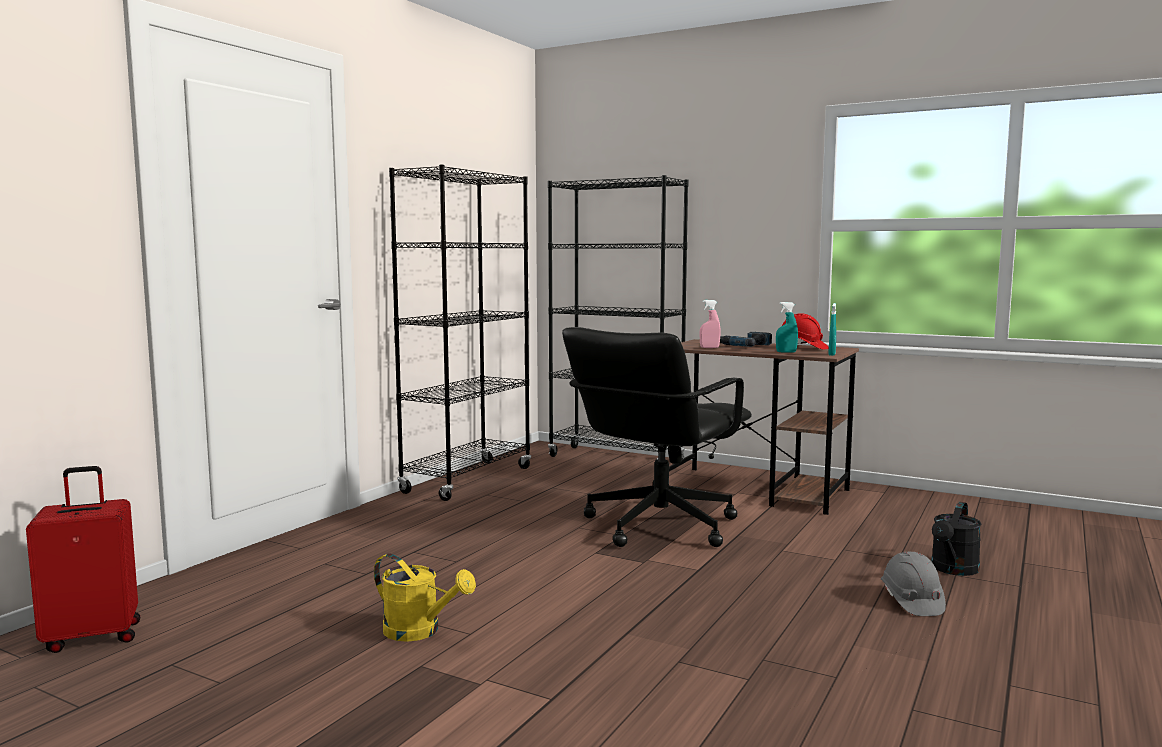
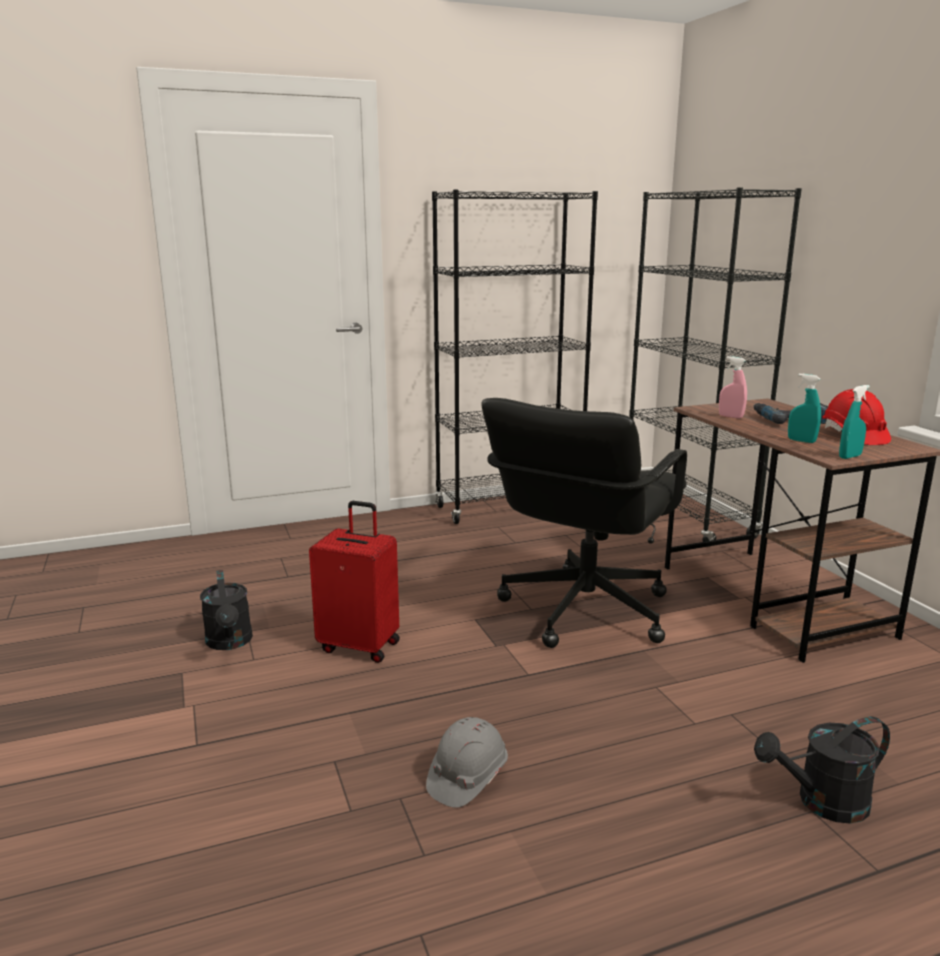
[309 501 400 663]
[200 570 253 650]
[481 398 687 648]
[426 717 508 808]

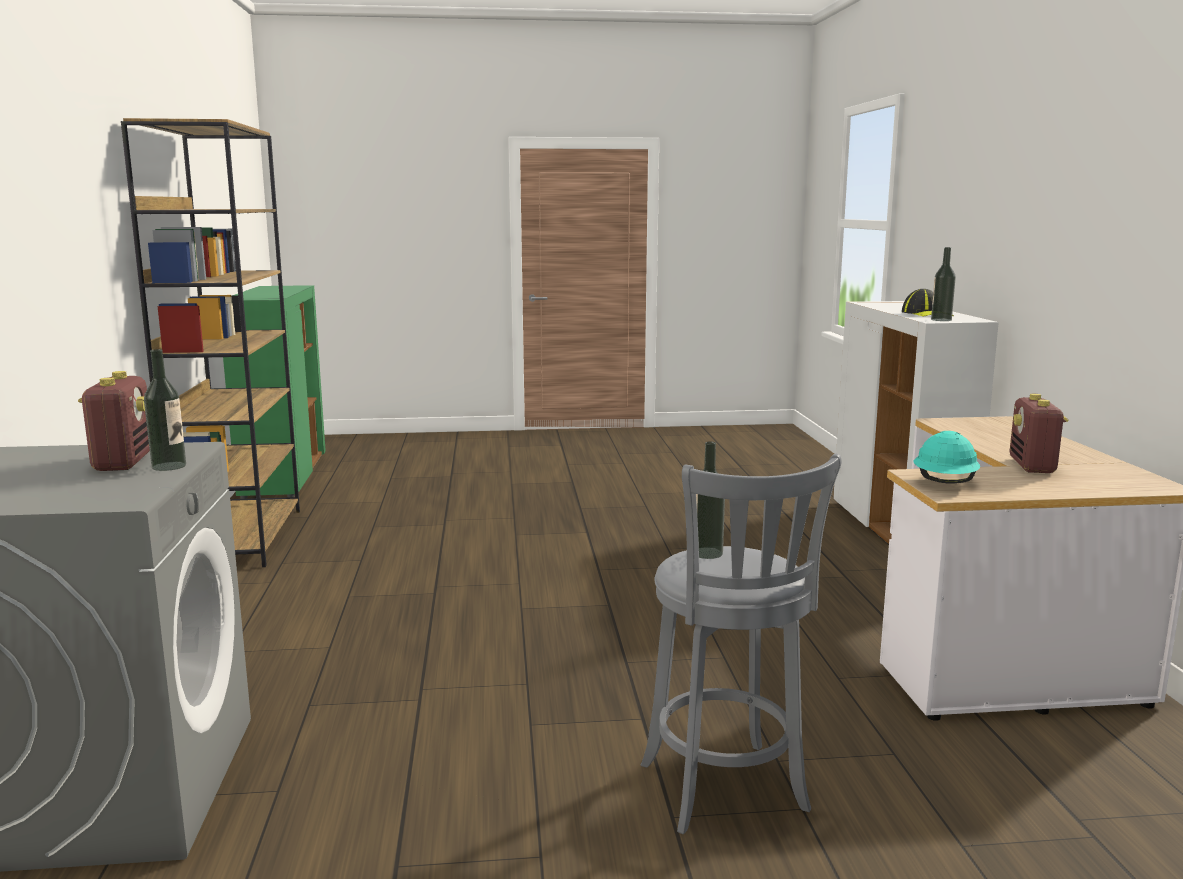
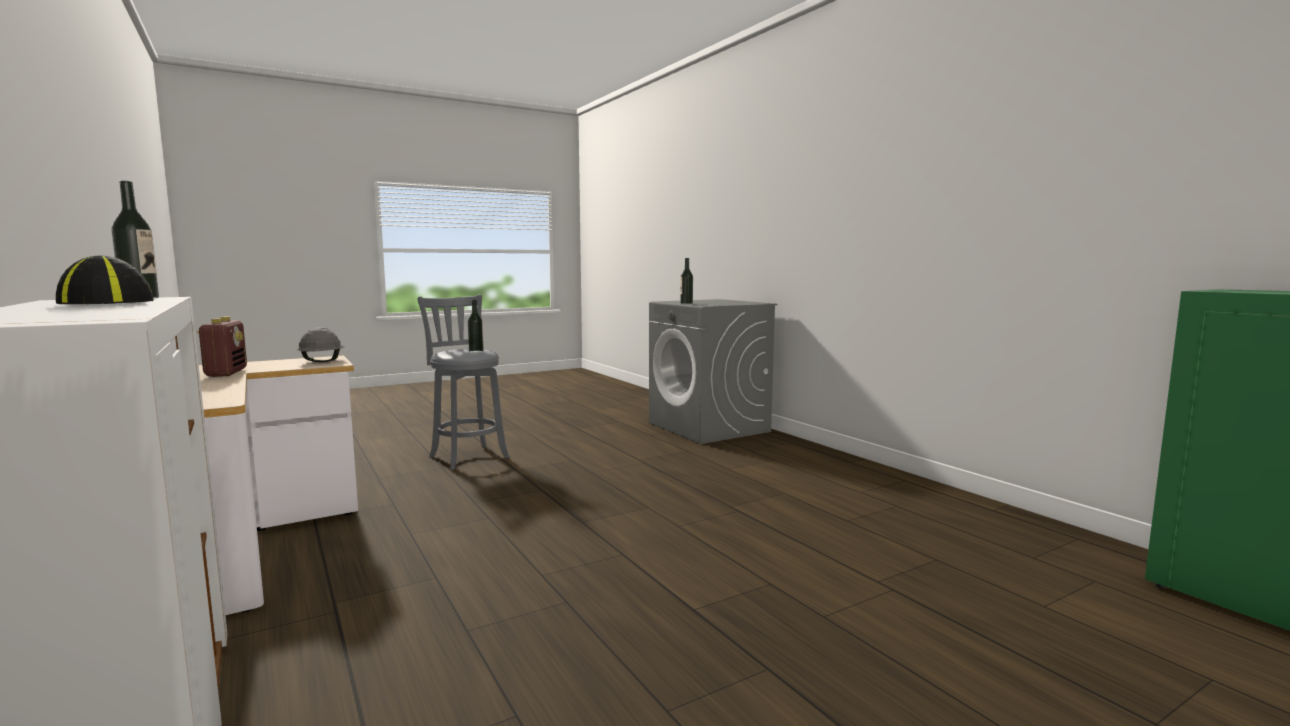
[78 371 150 471] (first image)
[121 118 300 567] (first image)
[297 327 346 362]

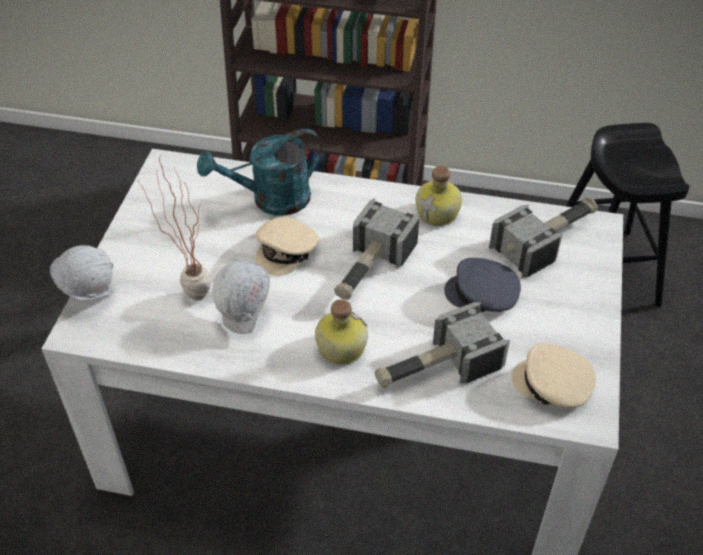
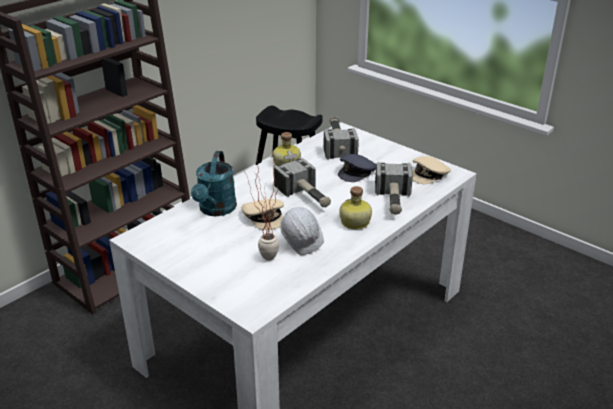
[50 245 114 300] (first image)

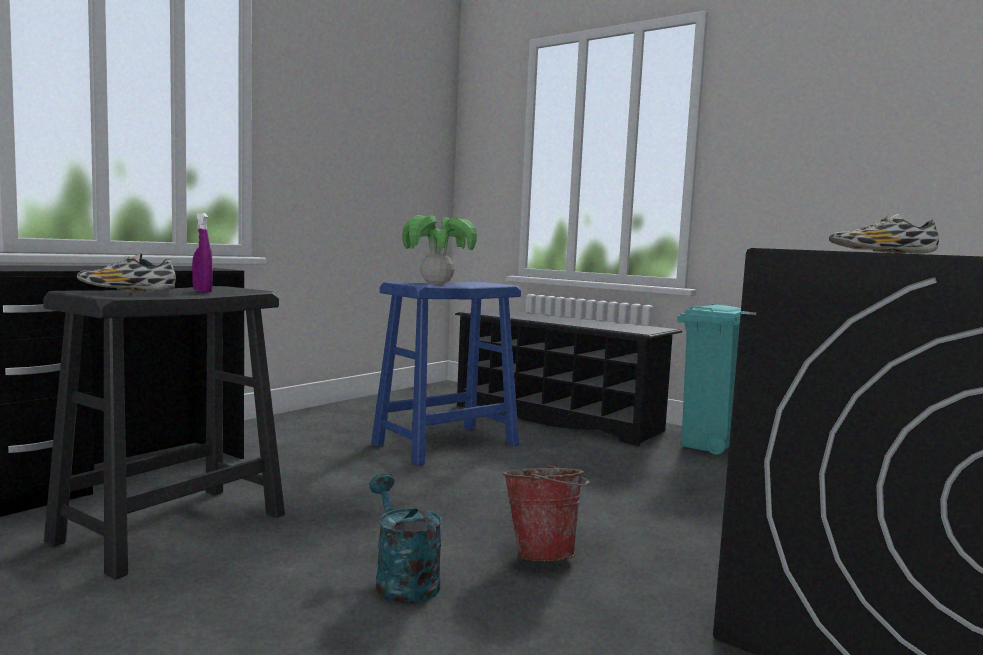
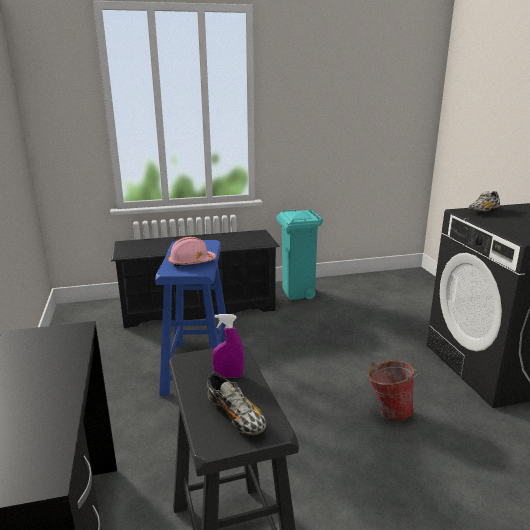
[207 372 266 435]
[369 473 442 603] (first image)
[168 237 216 266]

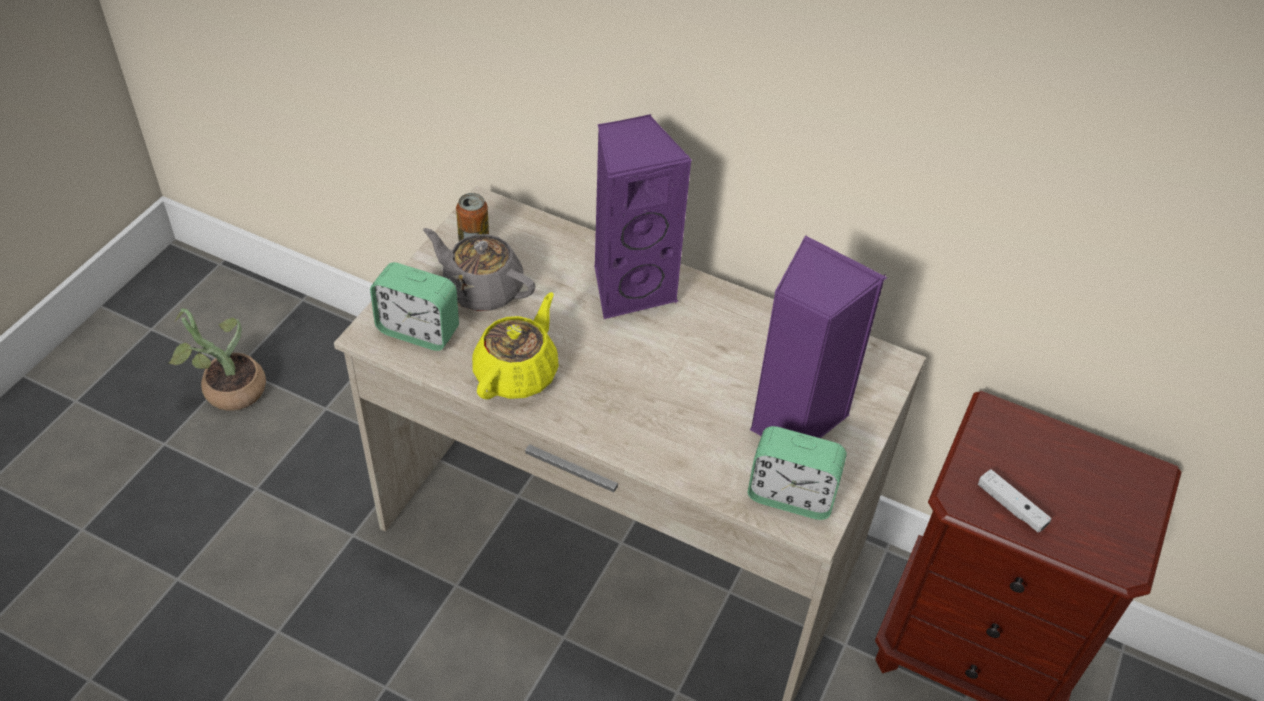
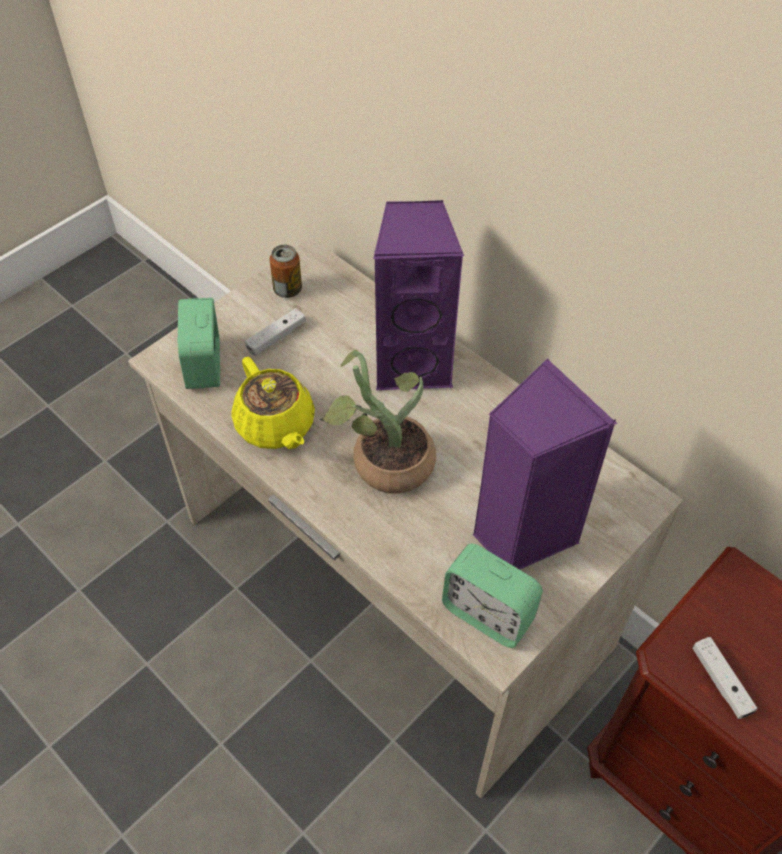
[320 350 436 494]
[178 298 220 389]
[245 308 306 356]
[231 357 315 449]

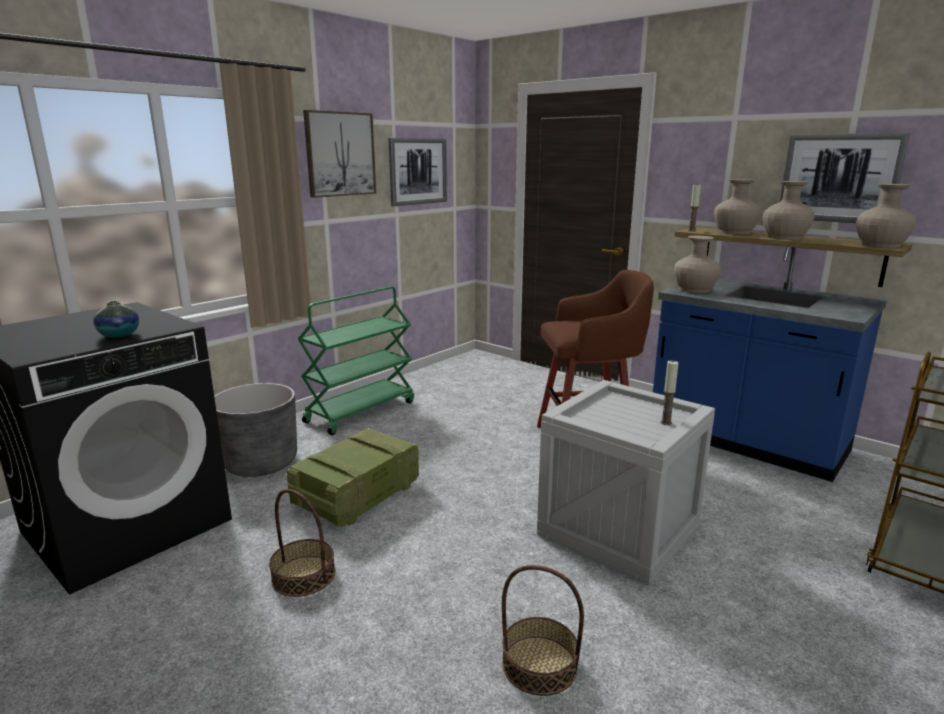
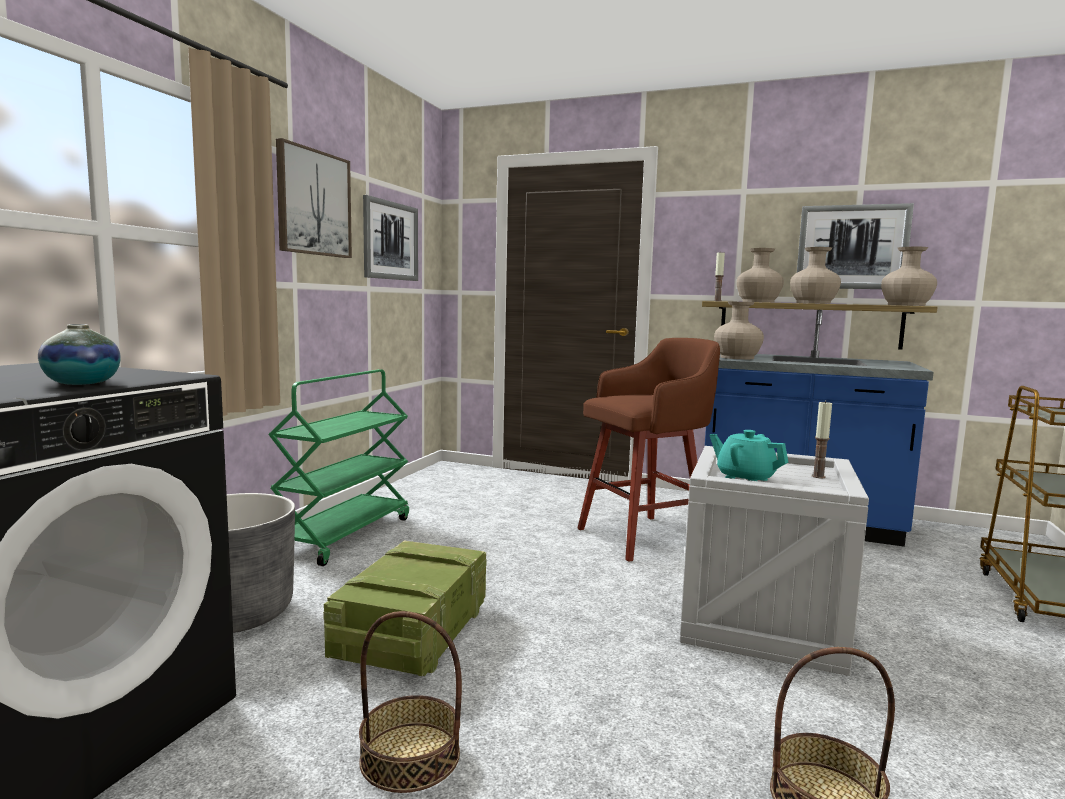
[710 430 788 481]

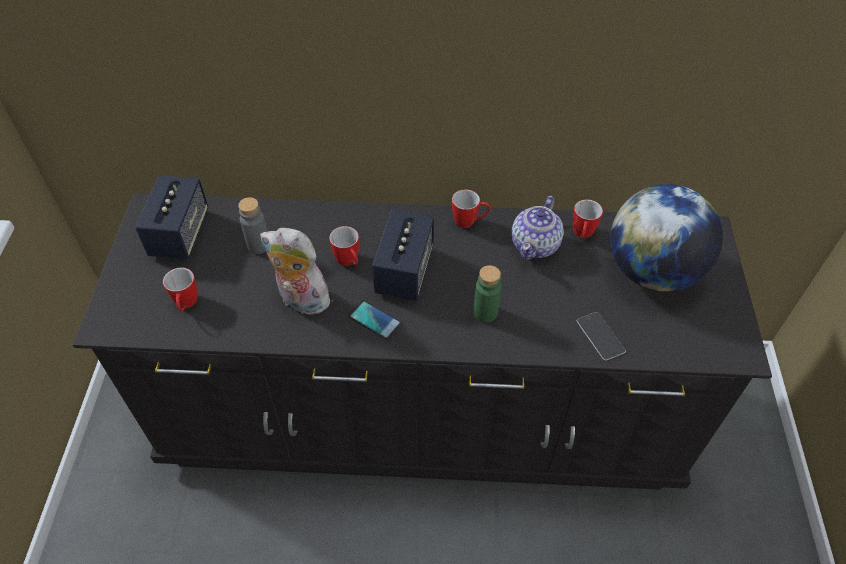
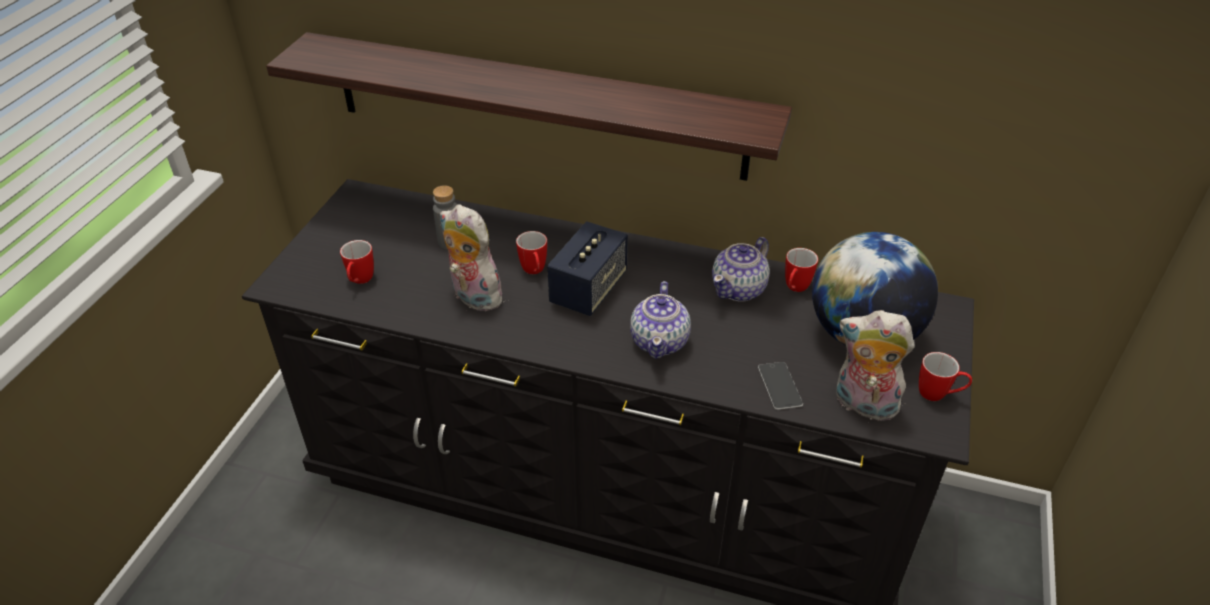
[135 175 208 259] (first image)
[348 300 403 341] (first image)
[919 352 972 401]
[630 281 691 359]
[266 32 792 181]
[836 310 915 421]

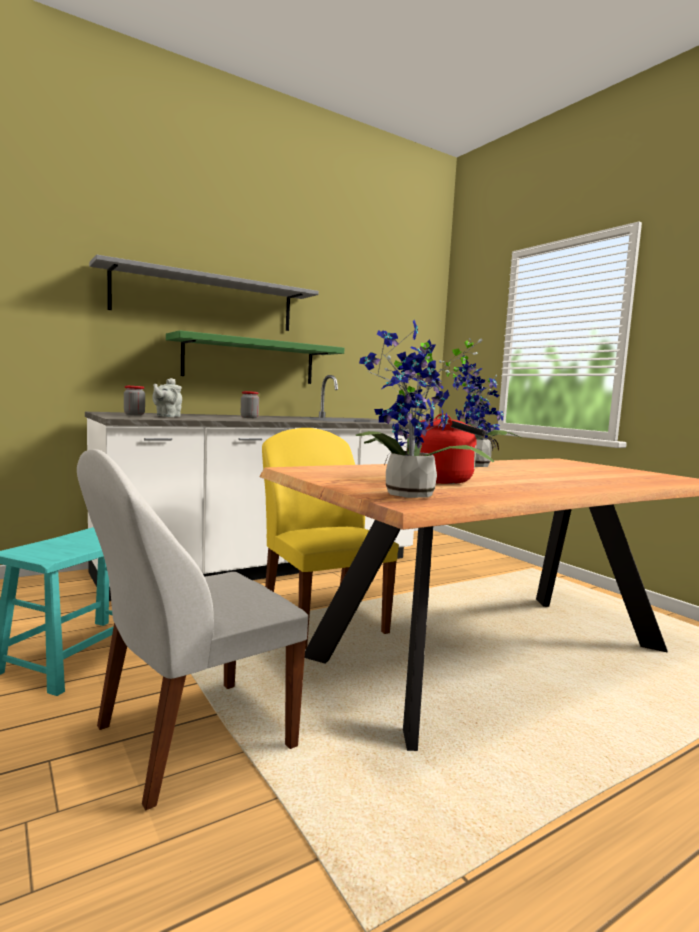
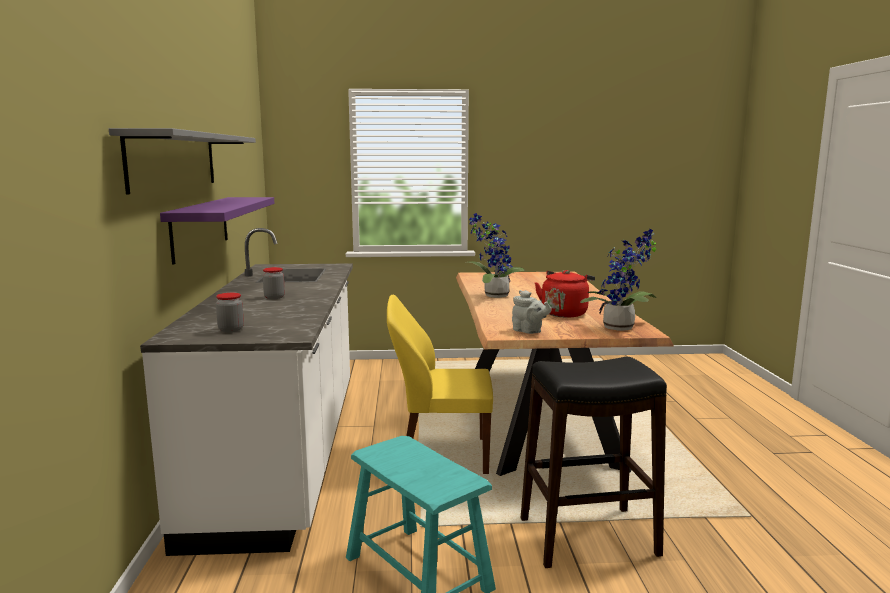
[521 357 667 568]
[512 290 552 334]
[160 197 274 265]

